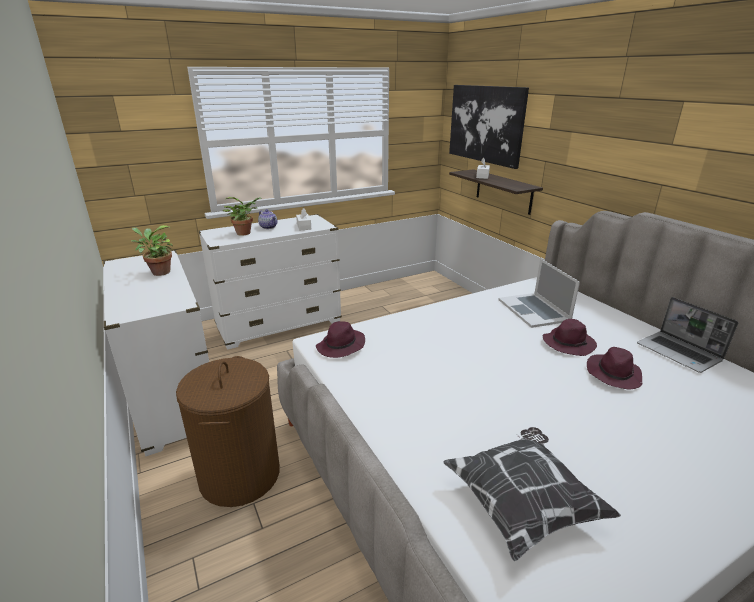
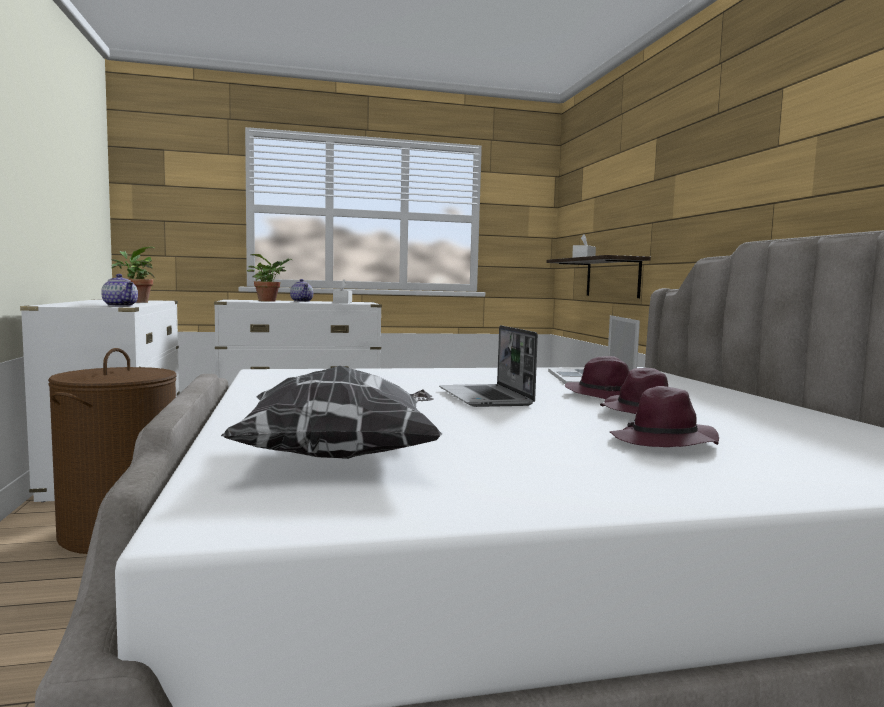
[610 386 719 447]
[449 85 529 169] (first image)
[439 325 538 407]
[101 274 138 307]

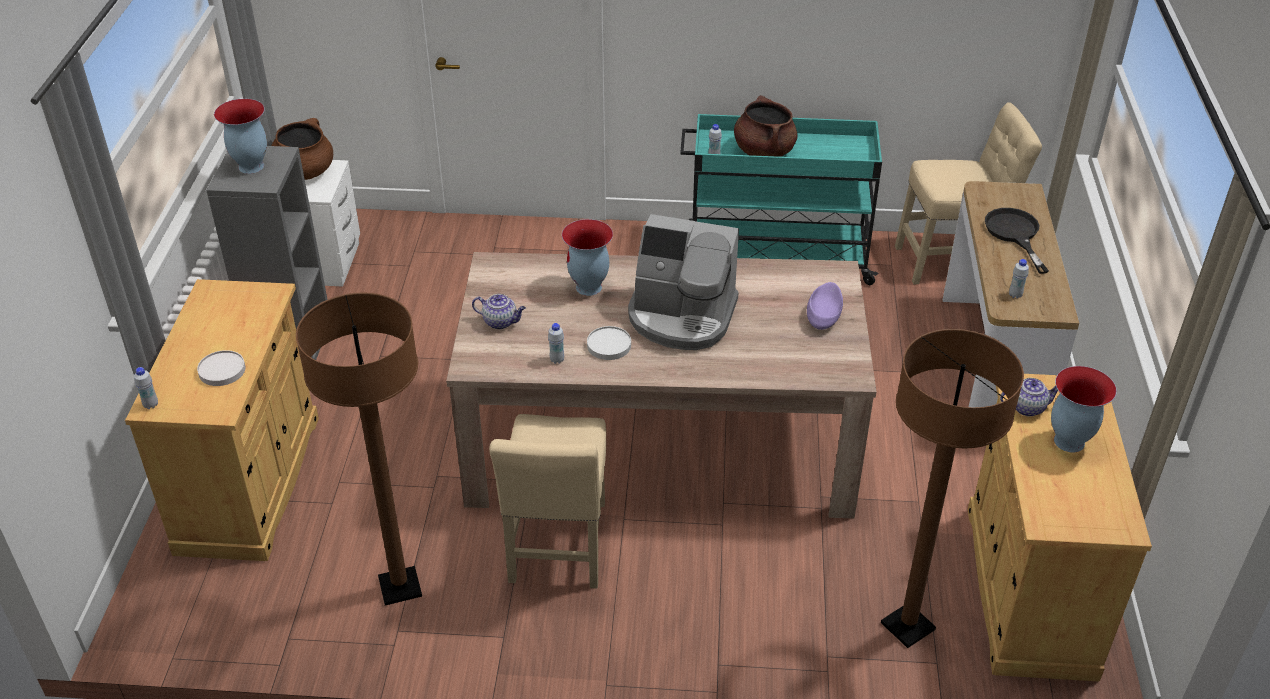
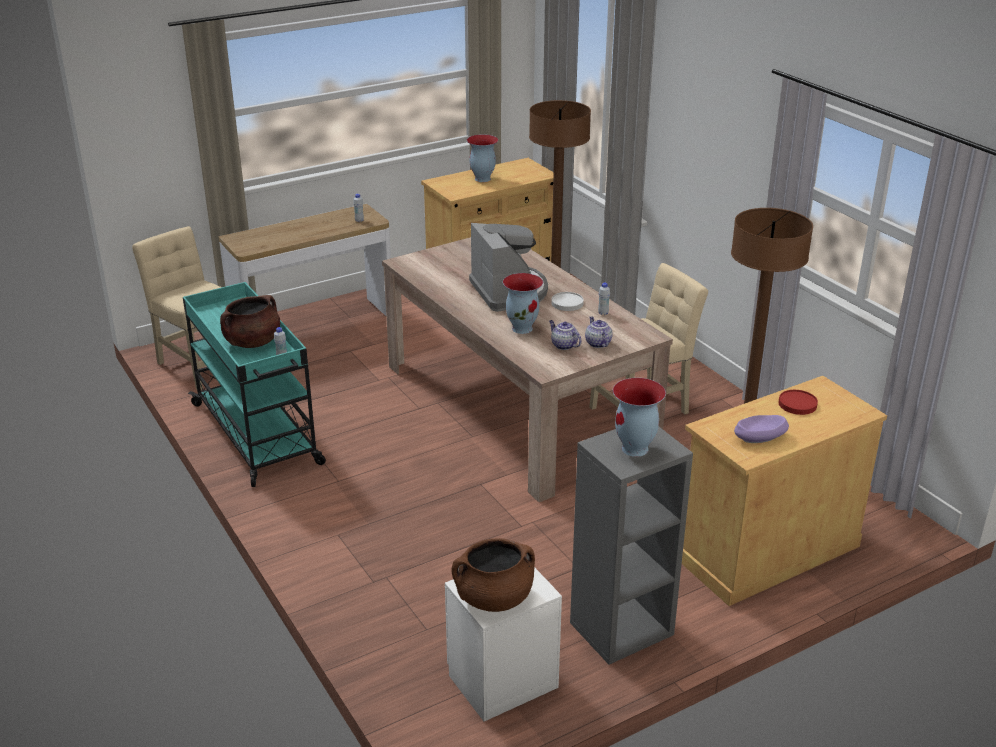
[134 367 158 409] (first image)
[779 390 818 415]
[734 415 789 443]
[985 208 1049 274] (first image)
[549 320 582 350]

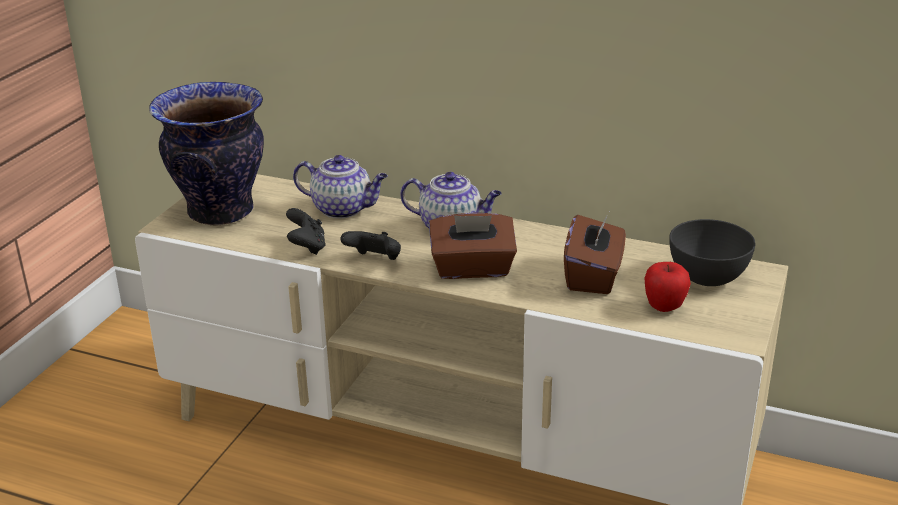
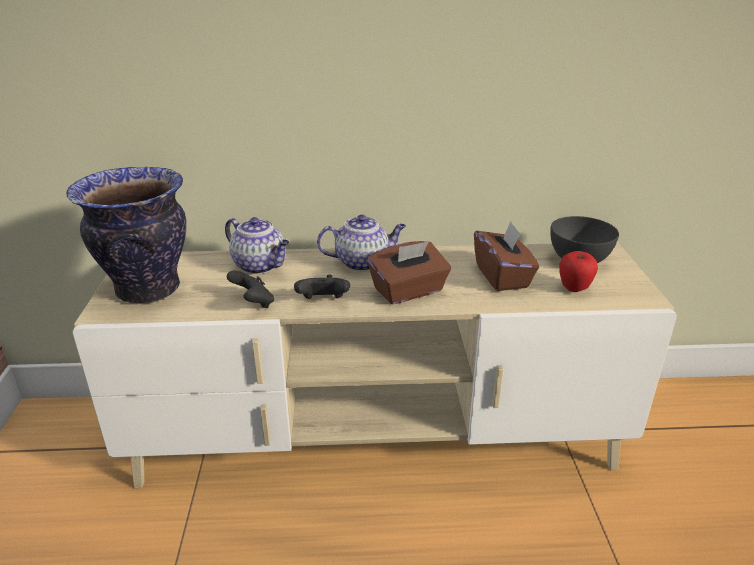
[225 217 290 274]

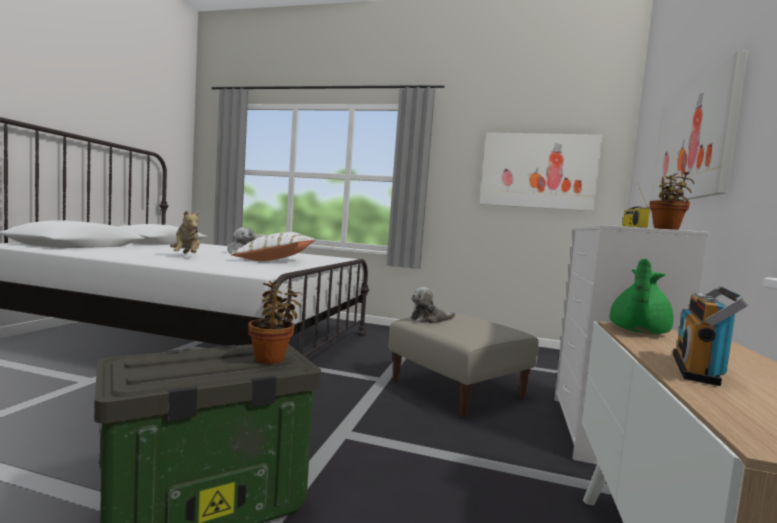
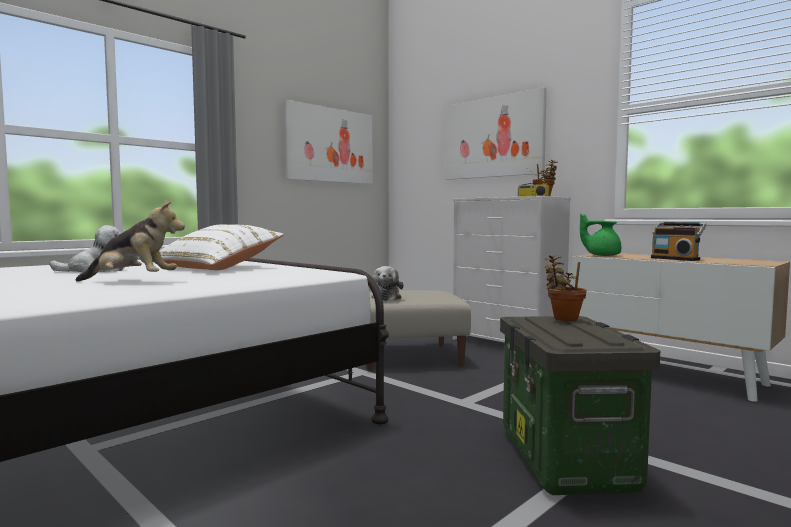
[580 213 621 256]

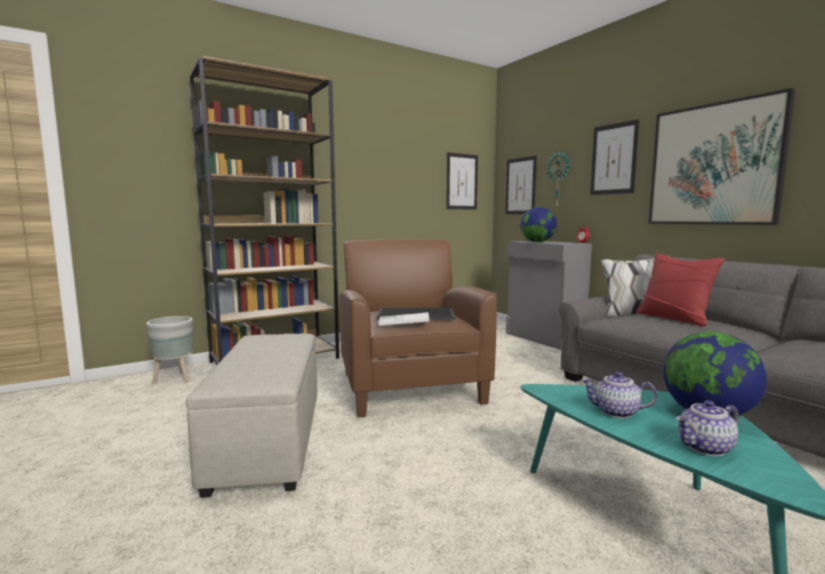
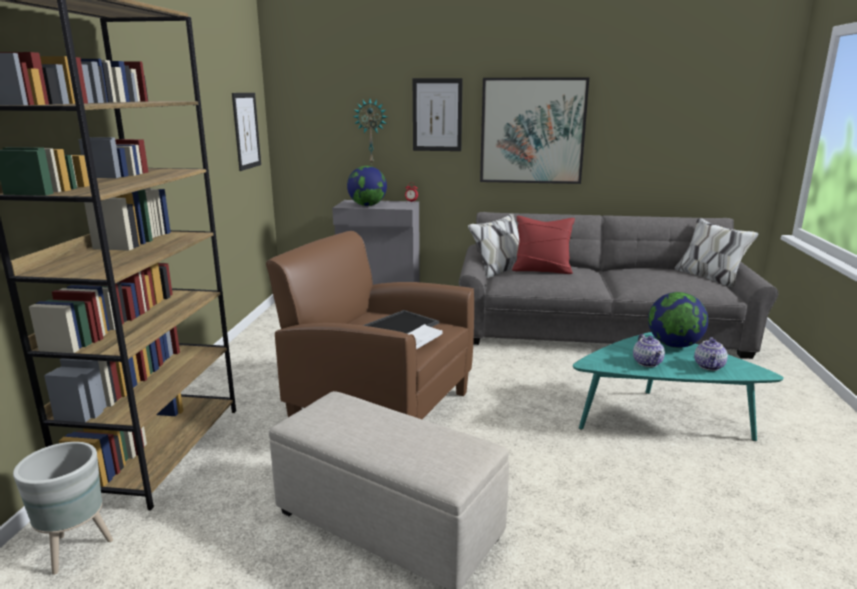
[505 156 537 214] (first image)
[633 334 665 367]

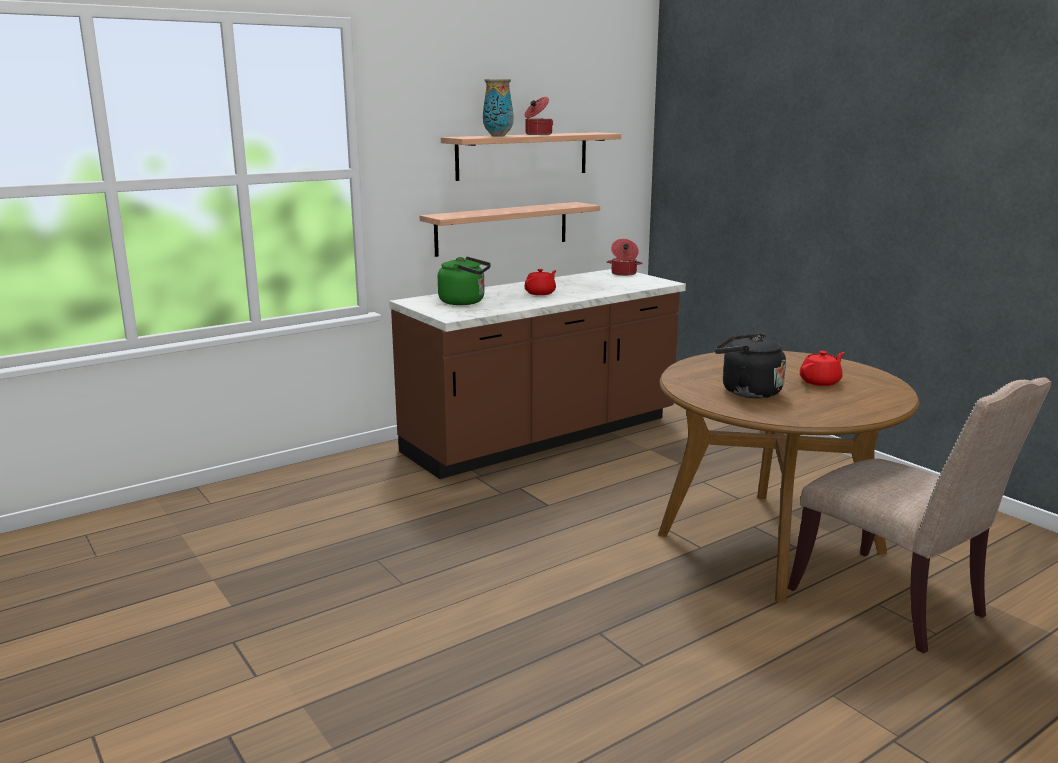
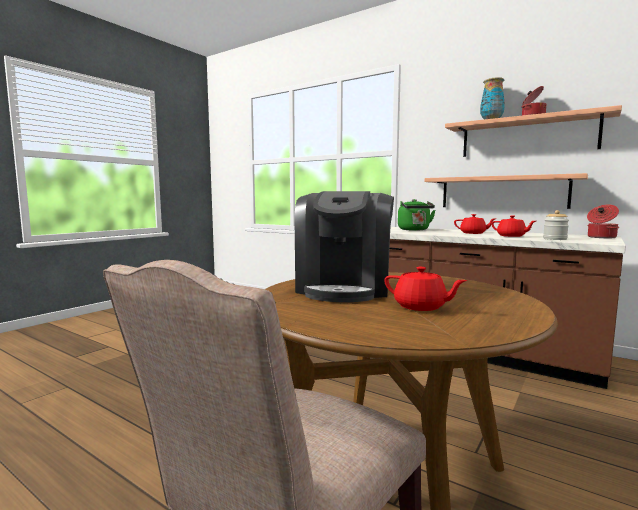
[294 191 394 302]
[491 215 536 237]
[543 210 569 240]

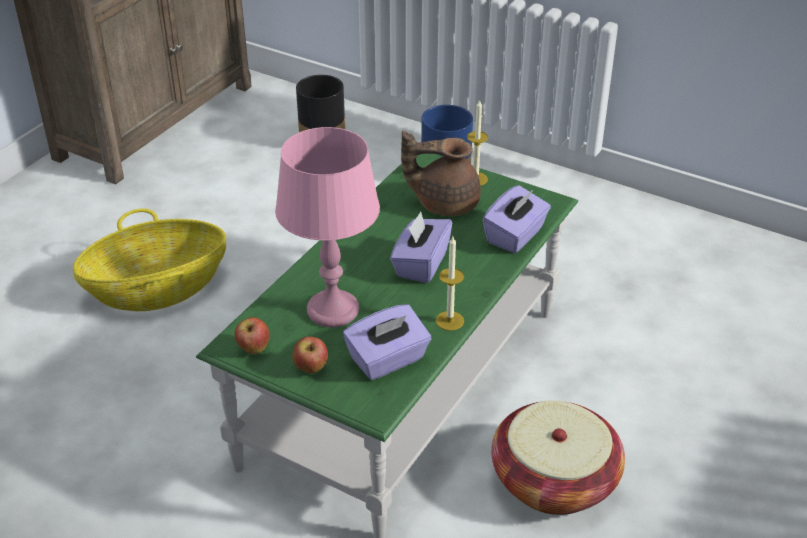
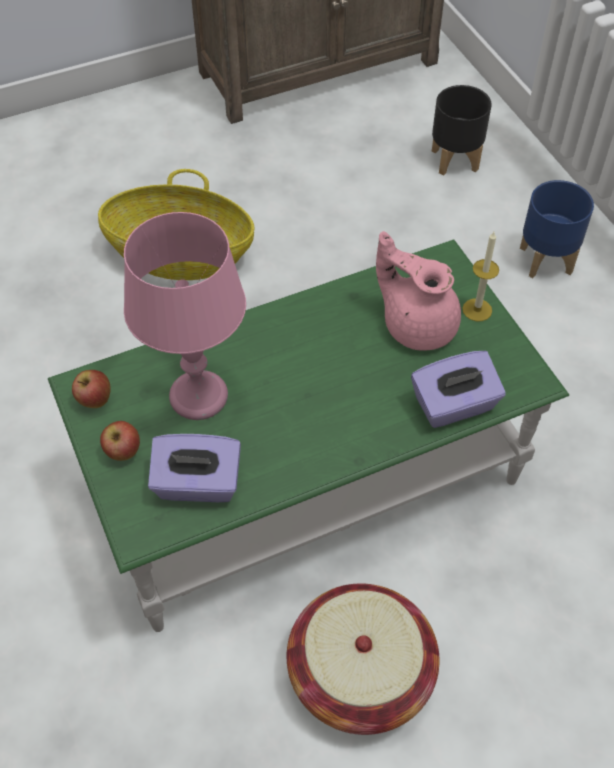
[390 211 452 283] (first image)
[376 231 461 351]
[436 237 464 331] (first image)

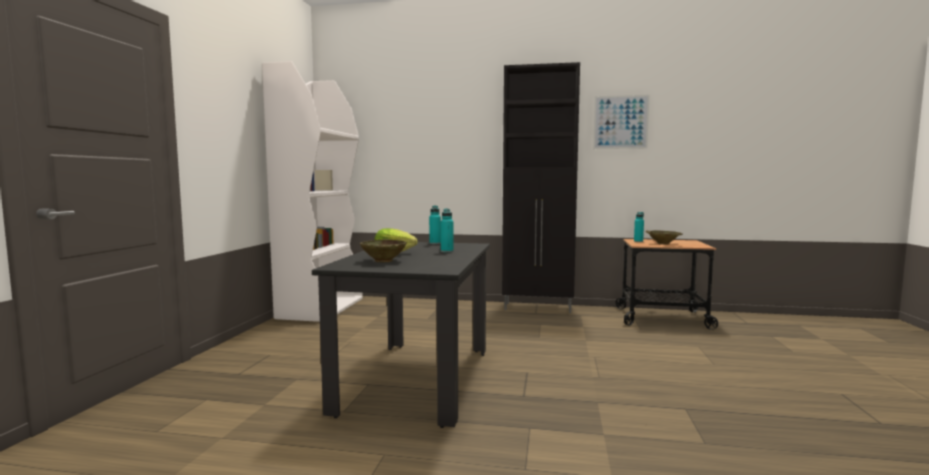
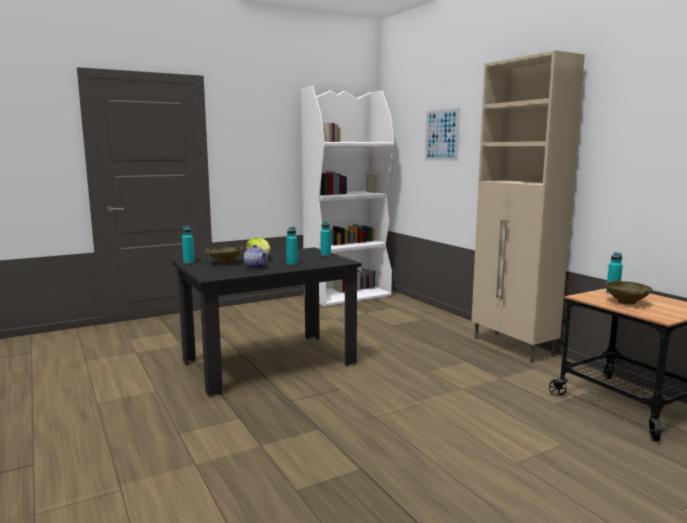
[472 51 585 363]
[425 107 460 161]
[182 226 195 264]
[244 245 267 269]

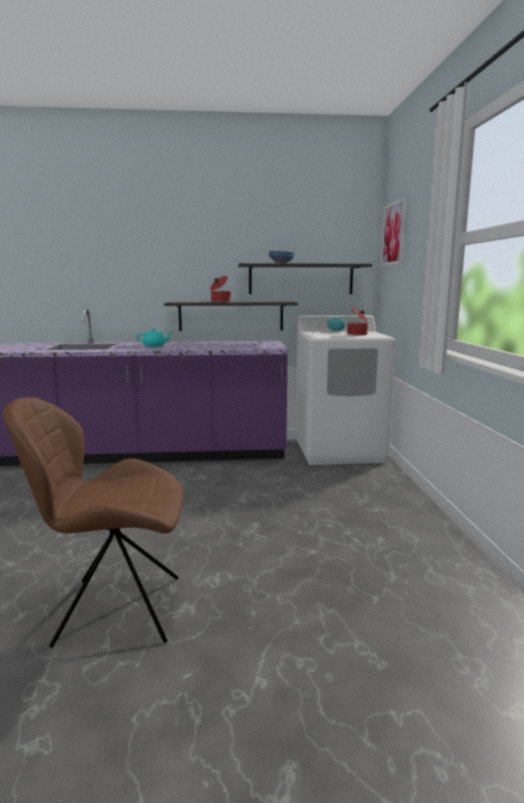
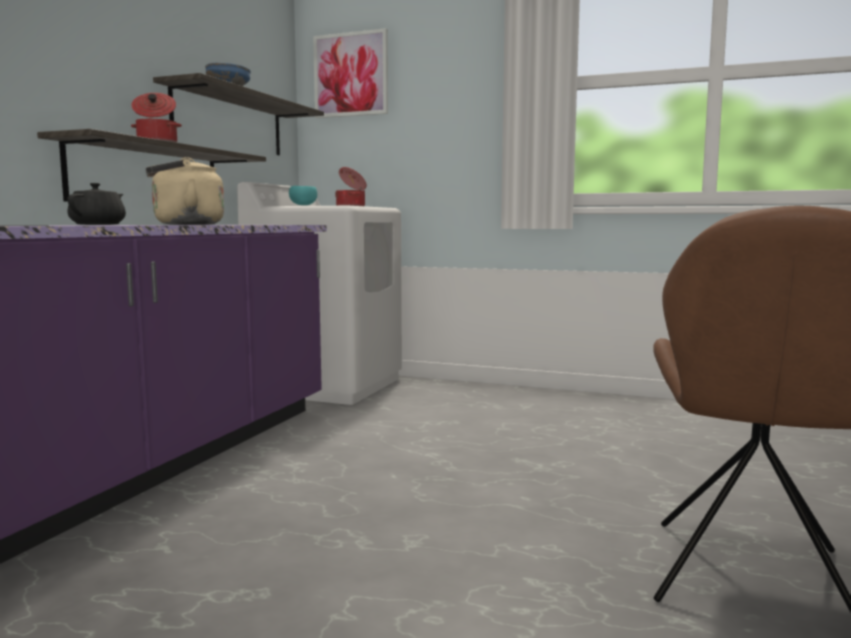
[67 183 126 225]
[146 157 224 225]

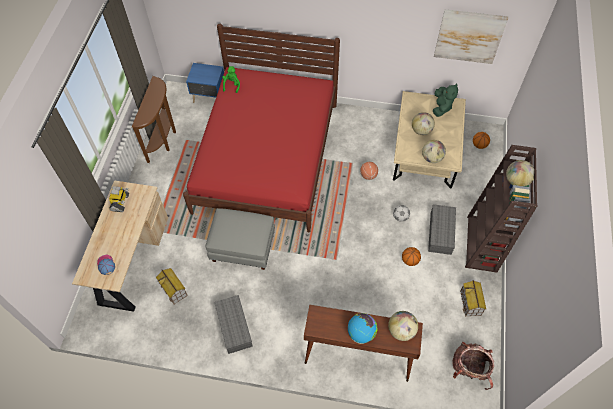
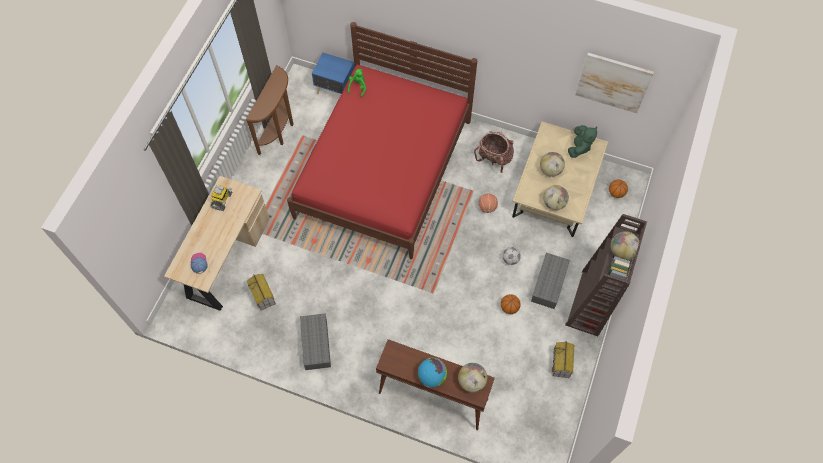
[205 208 275 270] (first image)
[474 131 514 173]

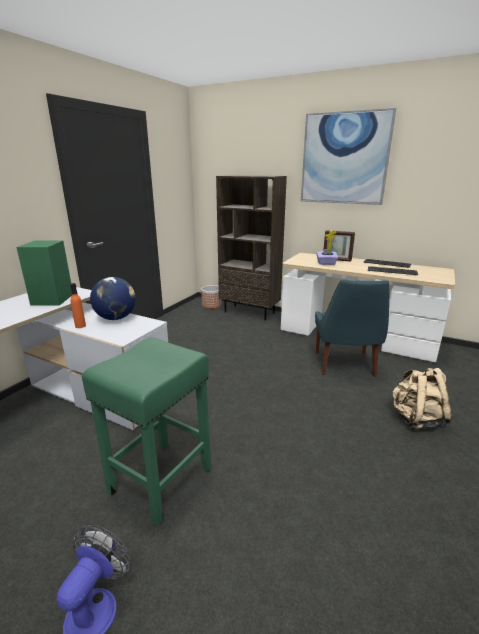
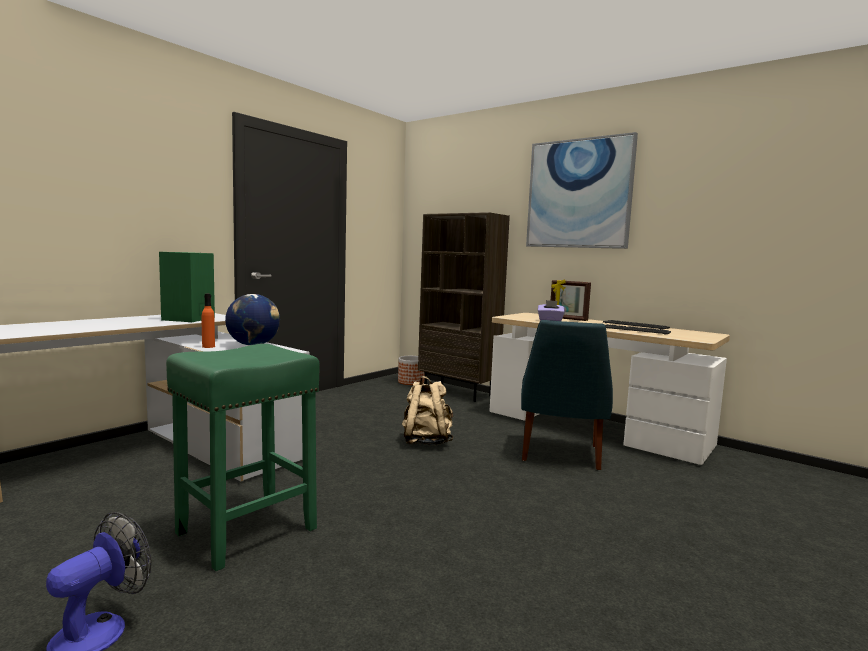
[402 376 453 446]

